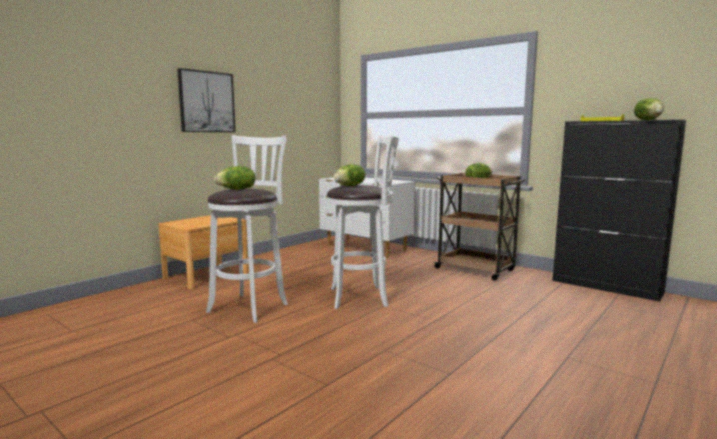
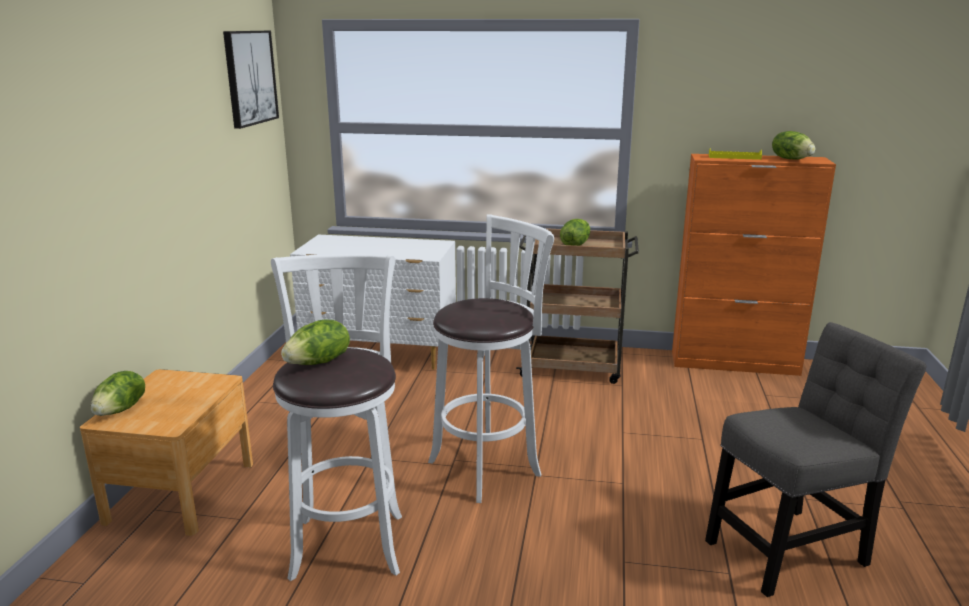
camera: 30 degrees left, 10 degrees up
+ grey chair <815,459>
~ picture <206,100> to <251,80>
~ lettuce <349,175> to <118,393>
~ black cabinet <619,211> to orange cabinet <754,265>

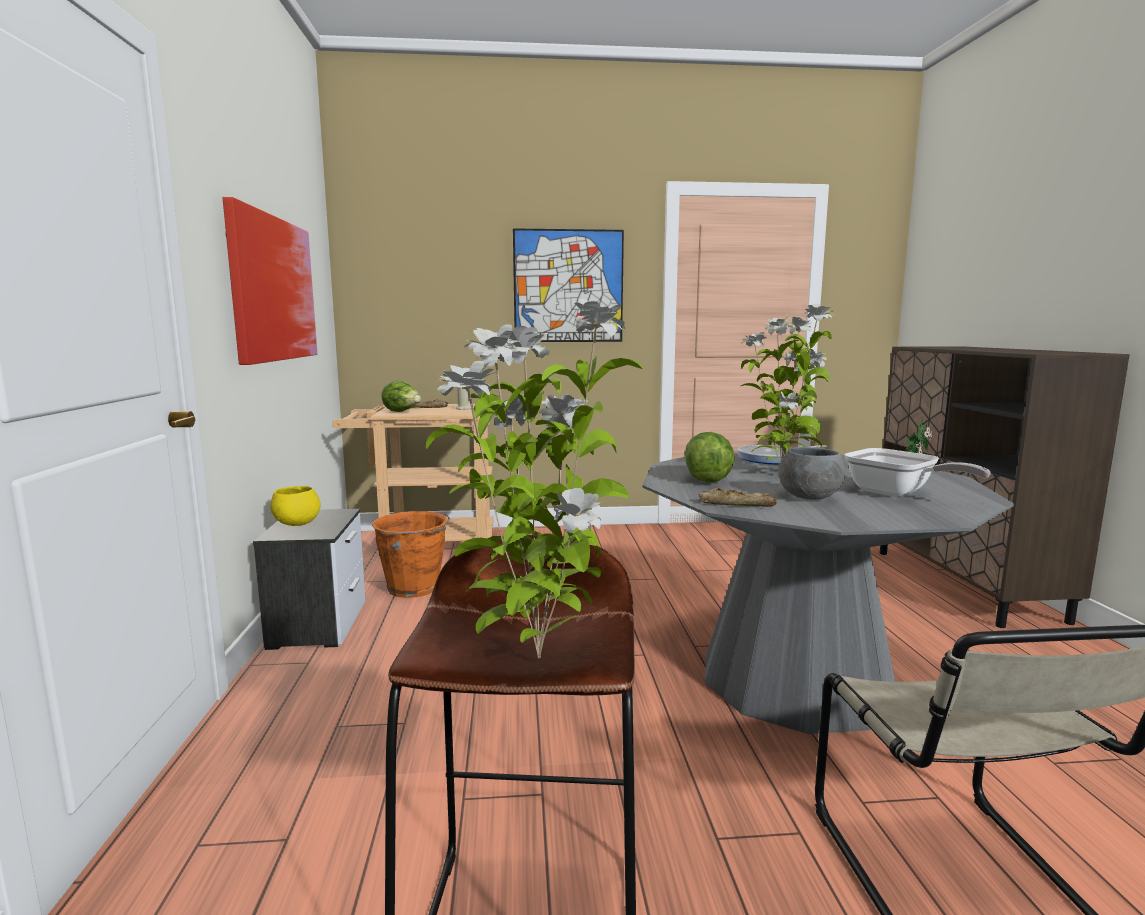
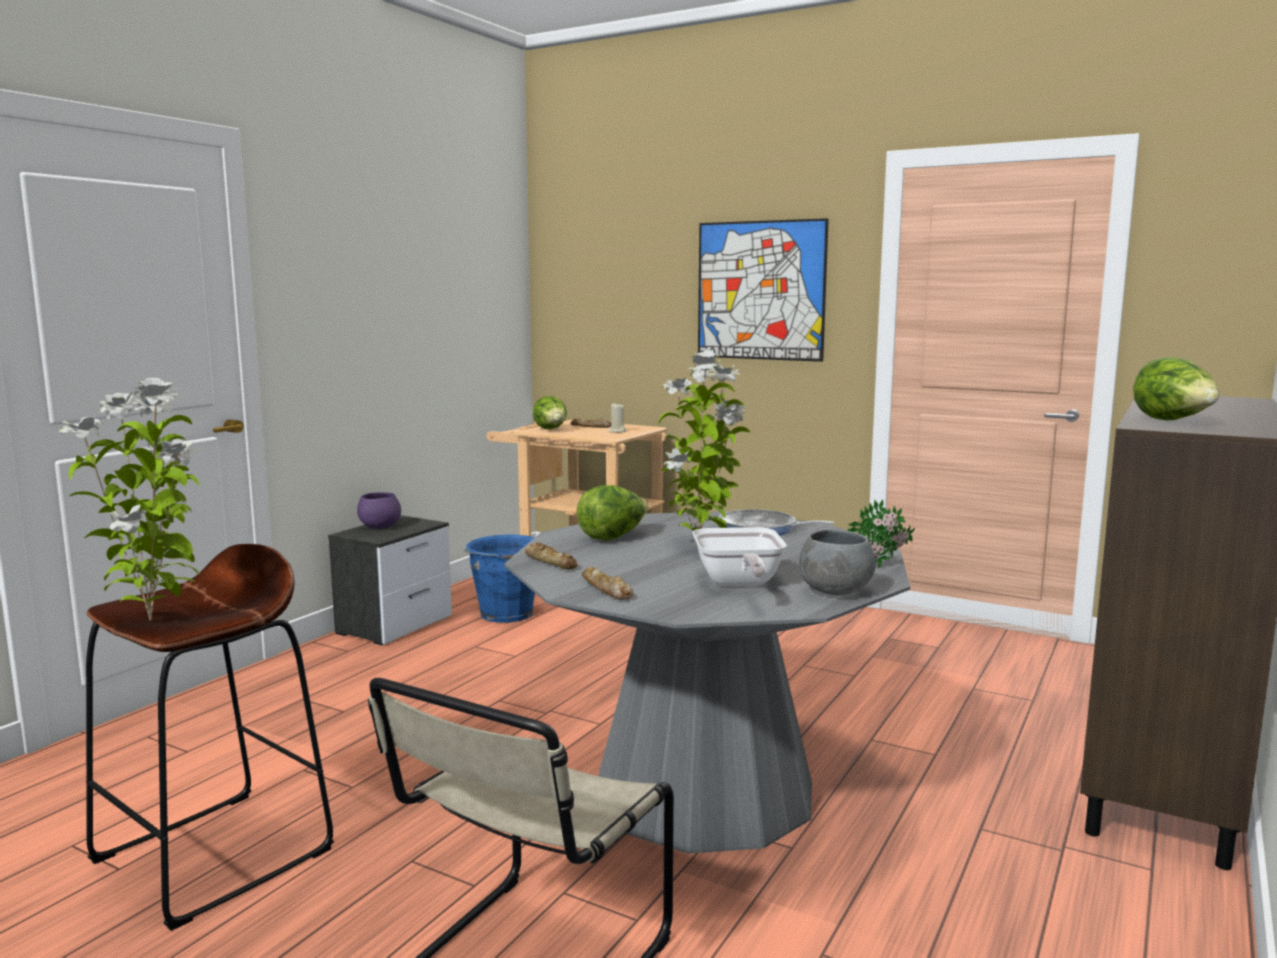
camera: 35 degrees right, 0 degrees up
- picture <269,281>
+ bread <607,583>
+ lettuce <1176,388>
~ grey bowl <812,473> to <837,562>
~ yellow bowl <295,506> to purple bowl <379,510>
~ orange bucket <411,554> to blue bucket <499,578>

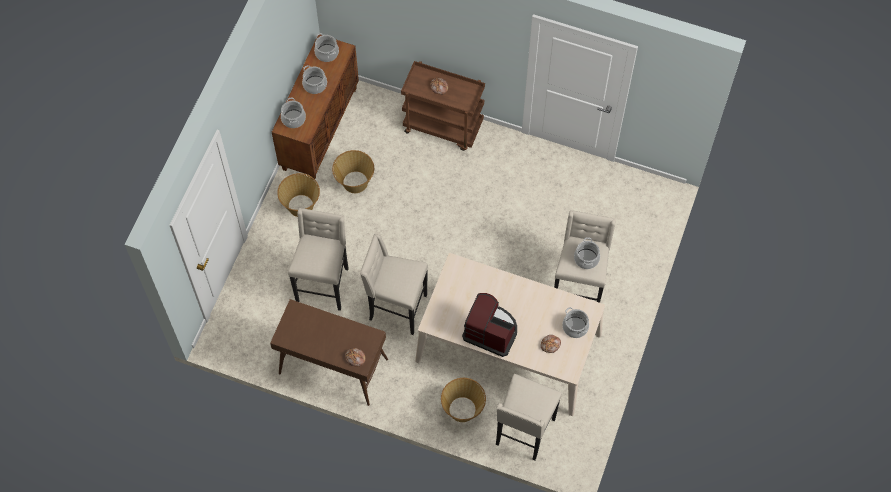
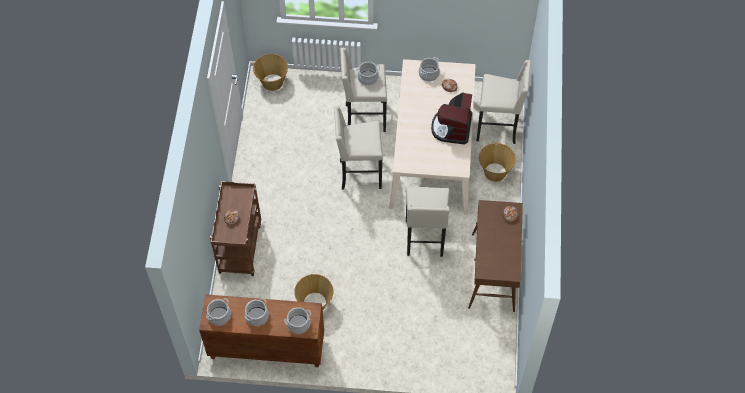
camera: 105 degrees left, 5 degrees down
~ basket <298,195> to <270,72>
~ beige stool <318,259> to <358,148>

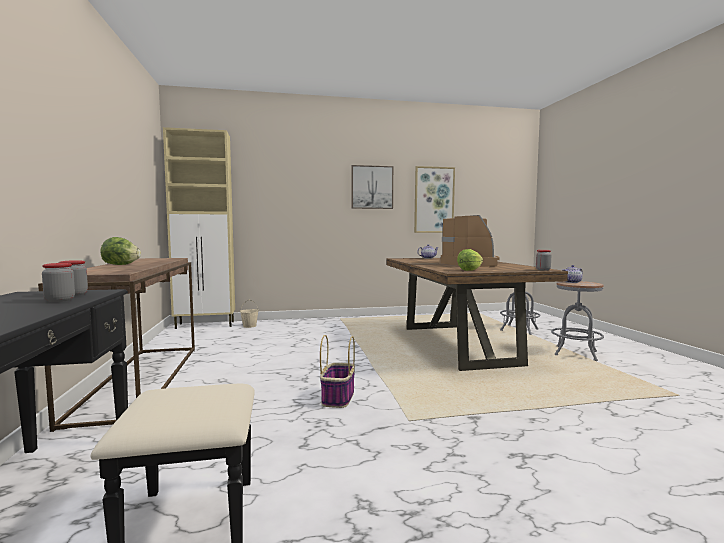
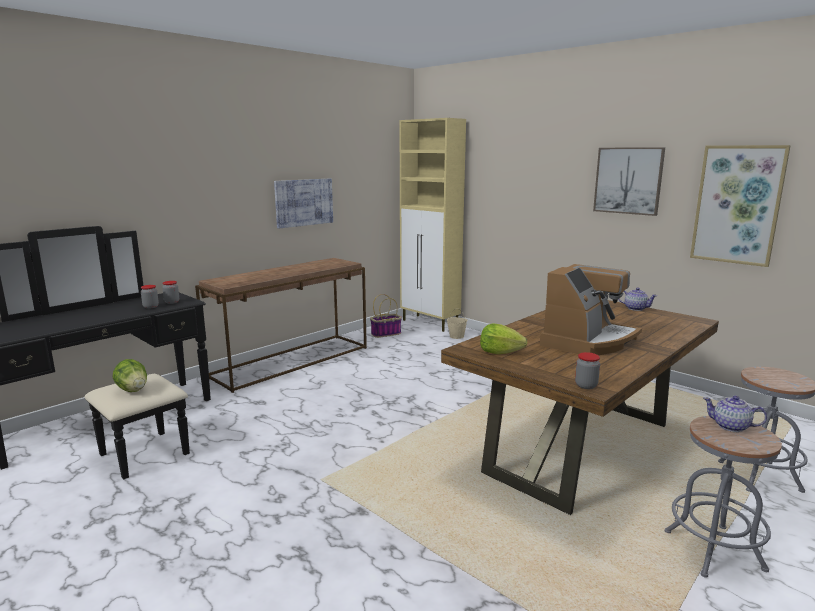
camera: 55 degrees right, 10 degrees up
+ picture <303,203>
~ lettuce <120,251> to <130,375>
~ basket <337,371> to <386,316>

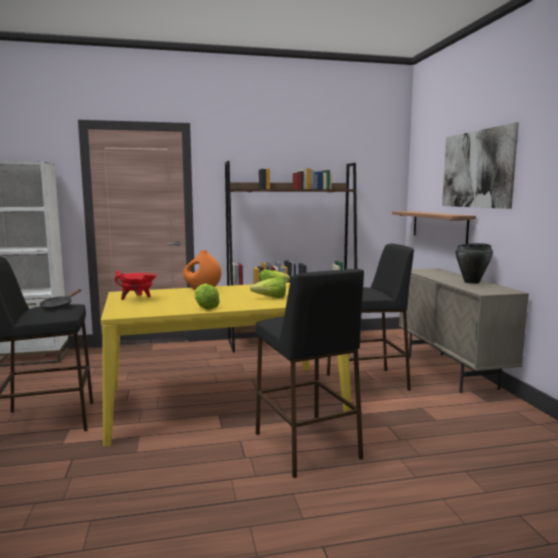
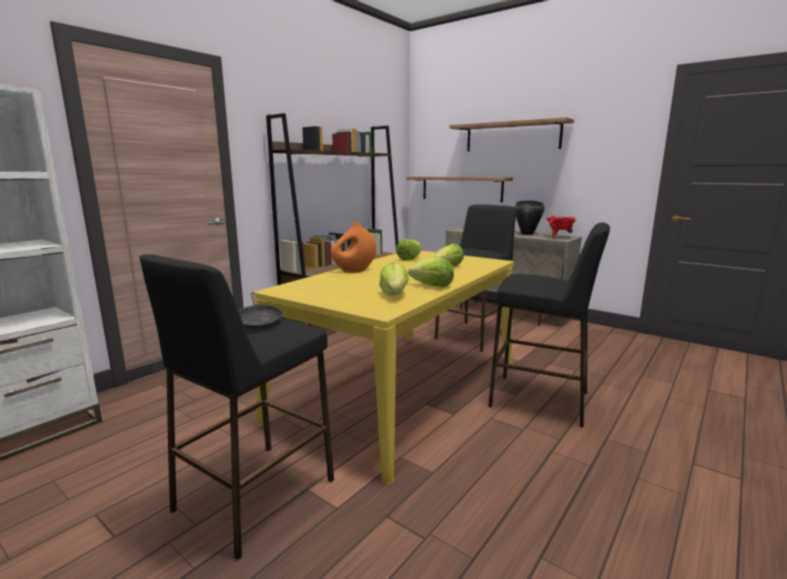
camera: 40 degrees left, 5 degrees up
+ lettuce <394,279>
~ red cooking pot <136,285> to <561,227>
~ picture <480,165> to shelf <512,134>

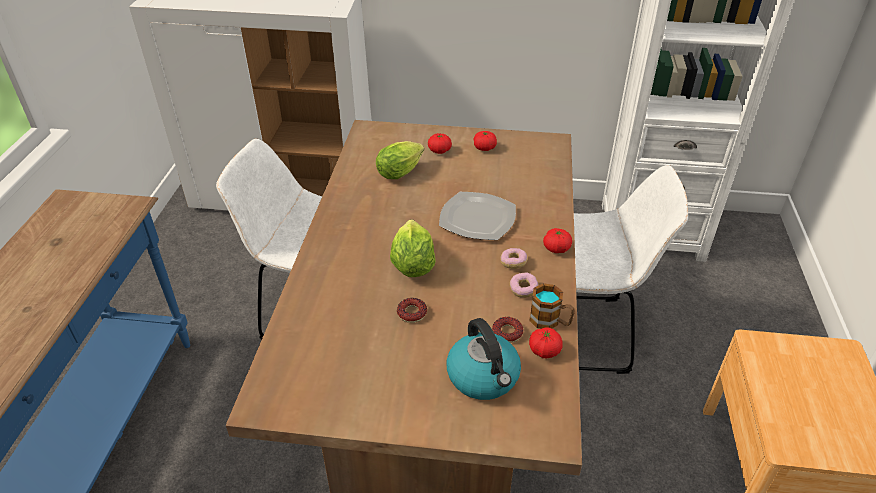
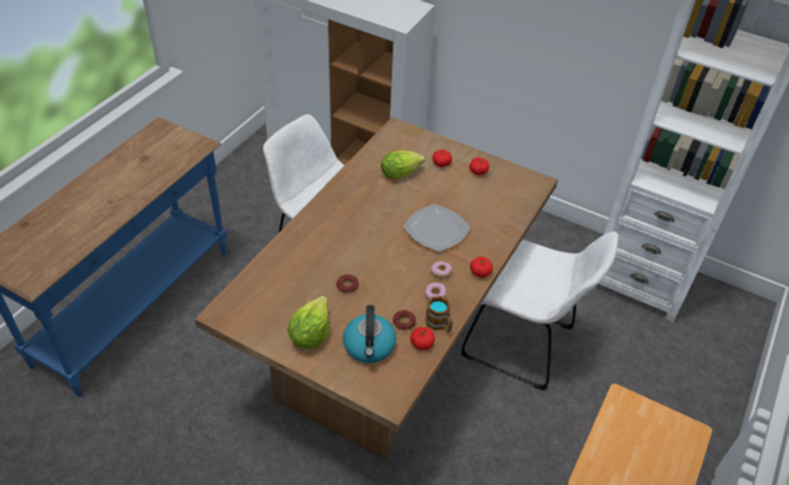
camera: 20 degrees right, 5 degrees up
~ lettuce <413,248> to <309,322>

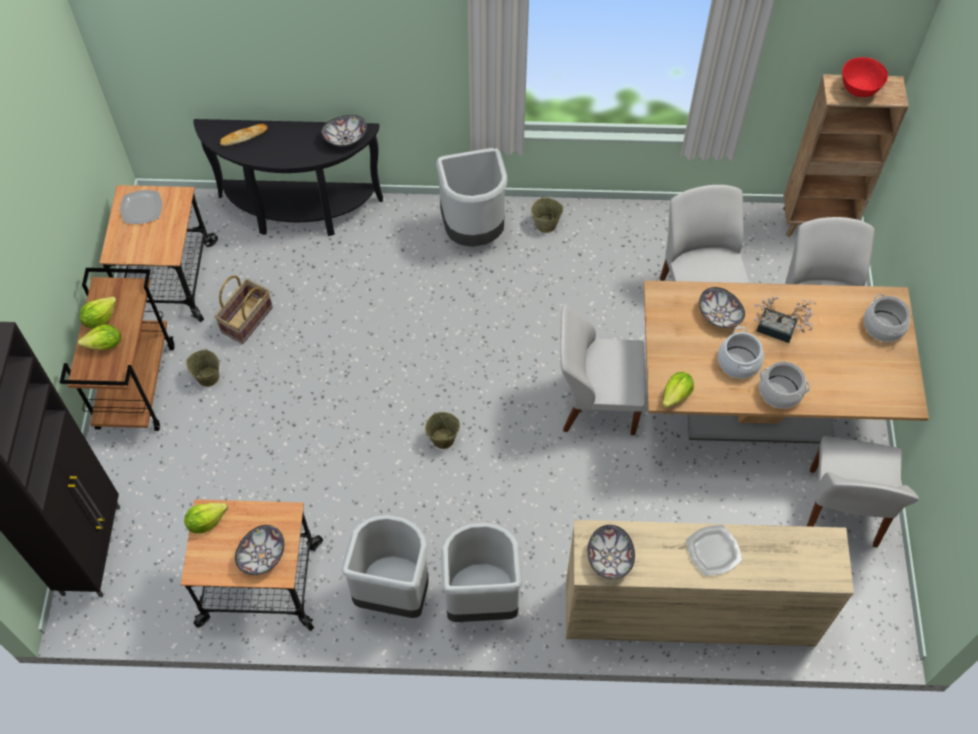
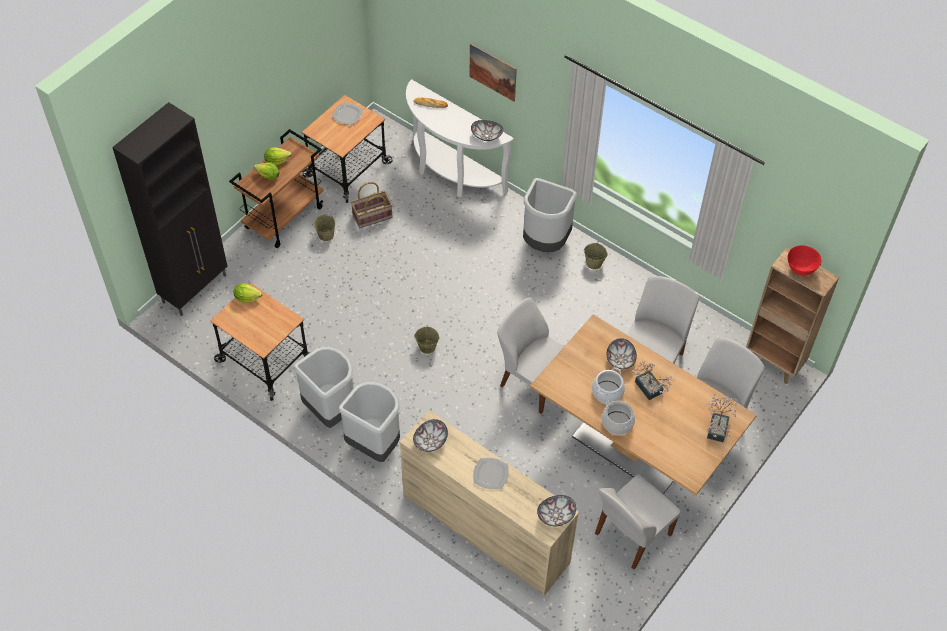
camera: 35 degrees right, 5 degrees down
- lettuce <678,390>
+ picture <493,72>
~ bowl <259,550> to <556,510>
~ cooking pot <887,318> to potted plant <722,418>
~ black console table <288,177> to white console table <460,138>

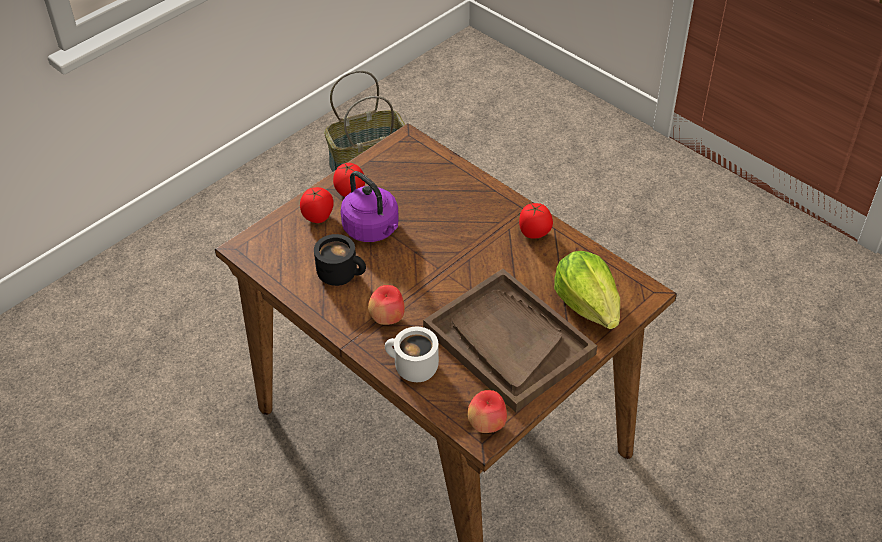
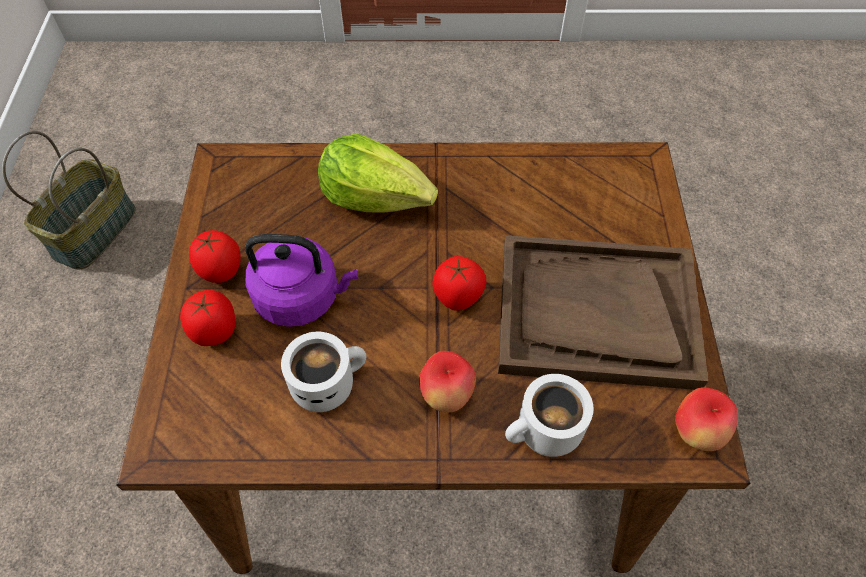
camera: 45 degrees left, 10 degrees up
~ tomato <536,221> to <459,283>
~ lettuce <587,290> to <378,173>
~ black mug <340,260> to white mug <323,372>

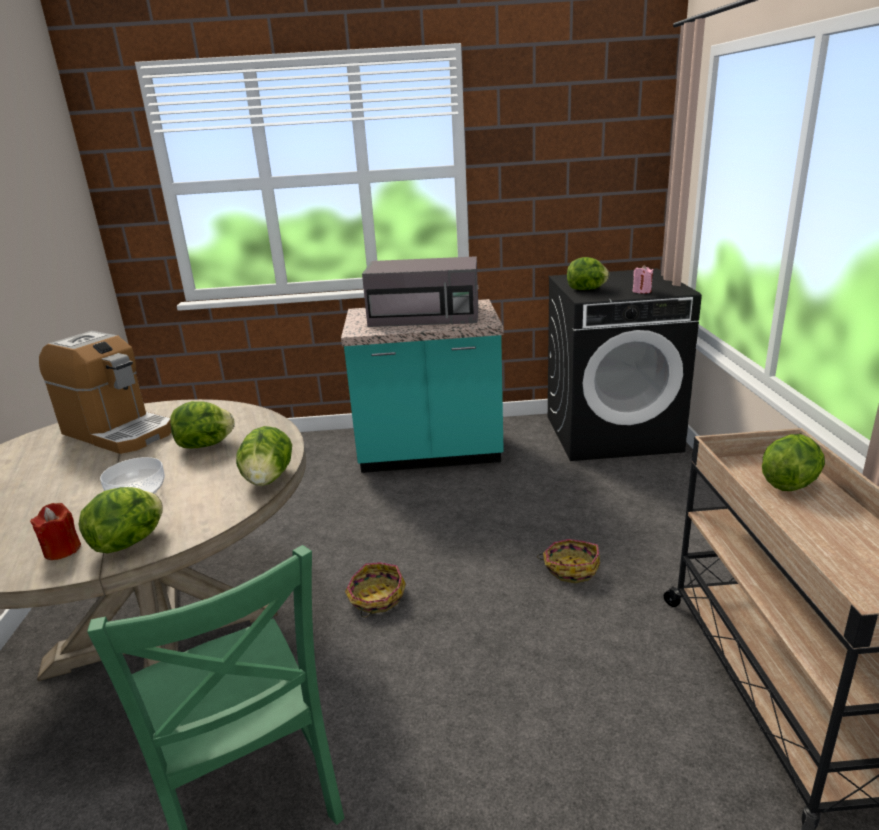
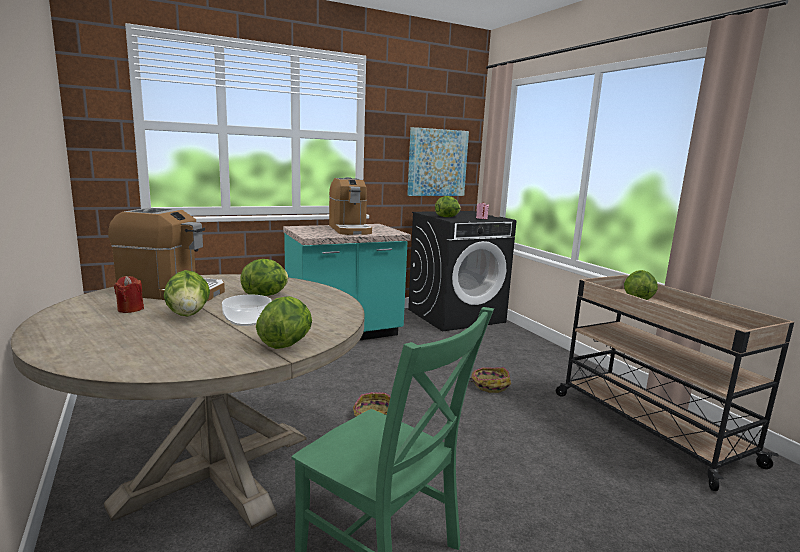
camera: 25 degrees left, 10 degrees down
+ picture <438,161>
~ red candle <55,531> to <129,294>
~ lettuce <264,456> to <187,293>
~ grey microwave <420,291> to coffee machine <350,206>

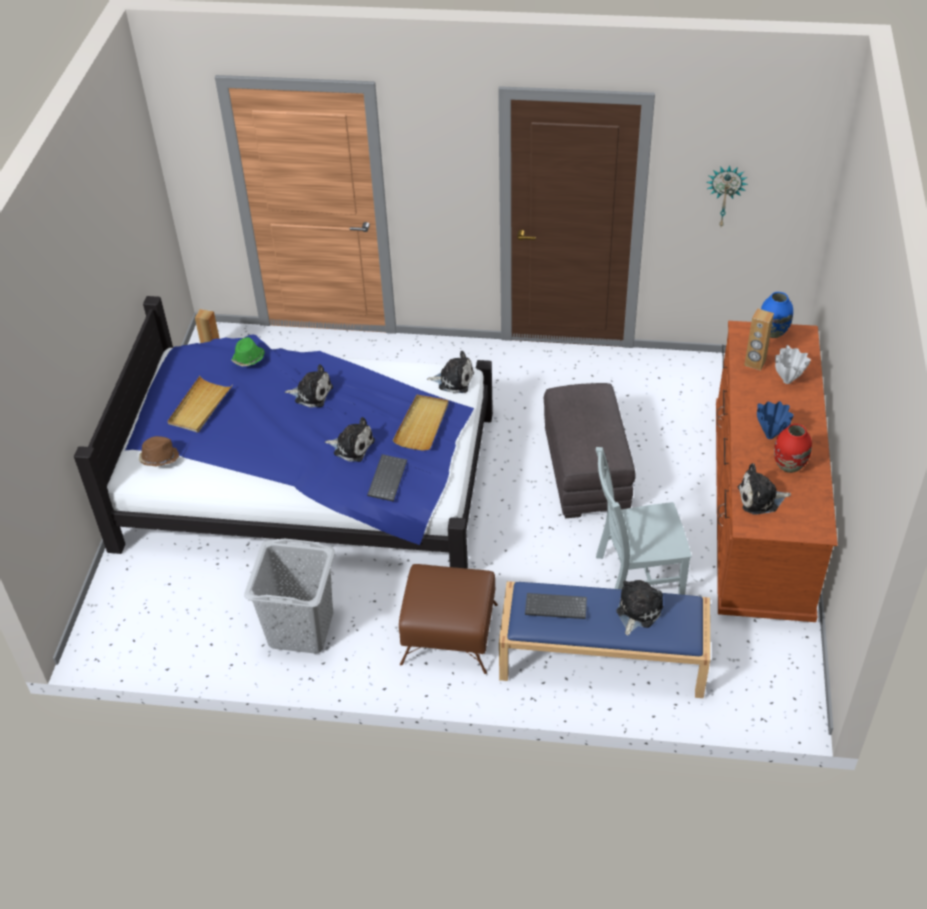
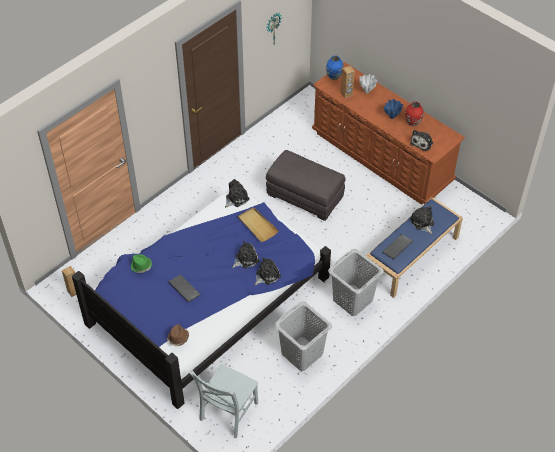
camera: 55 degrees left, 5 degrees up
- beige tray <200,404>
~ plush toy <309,386> to <267,271>
~ keyboard <387,478> to <184,288>
~ grey chair <644,521> to <224,401>
~ brown ottoman <448,619> to grey laundry basket <356,282>

